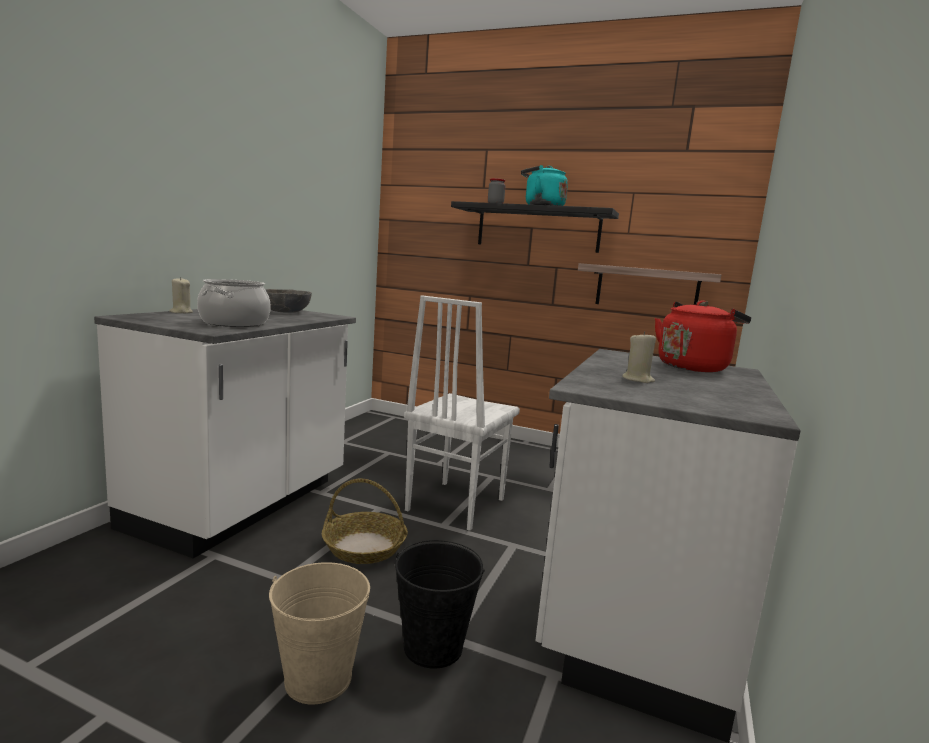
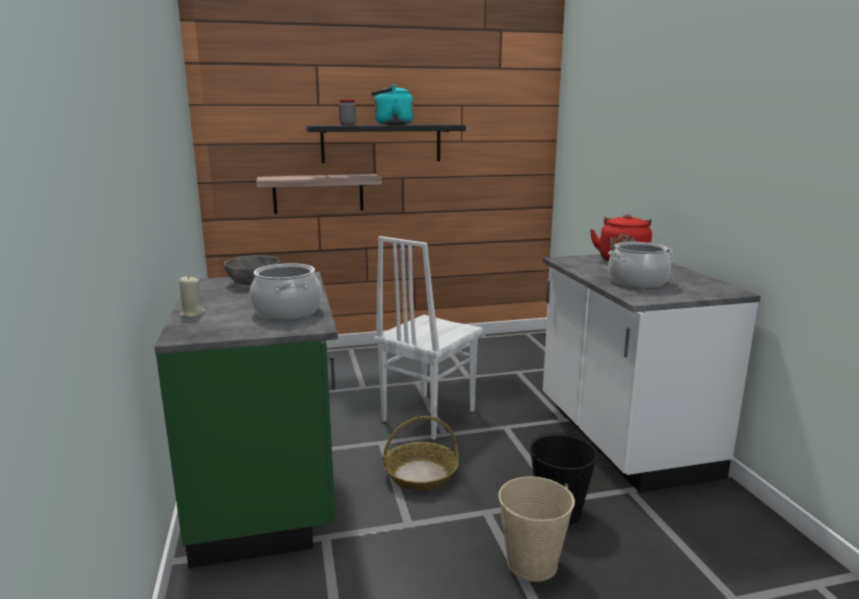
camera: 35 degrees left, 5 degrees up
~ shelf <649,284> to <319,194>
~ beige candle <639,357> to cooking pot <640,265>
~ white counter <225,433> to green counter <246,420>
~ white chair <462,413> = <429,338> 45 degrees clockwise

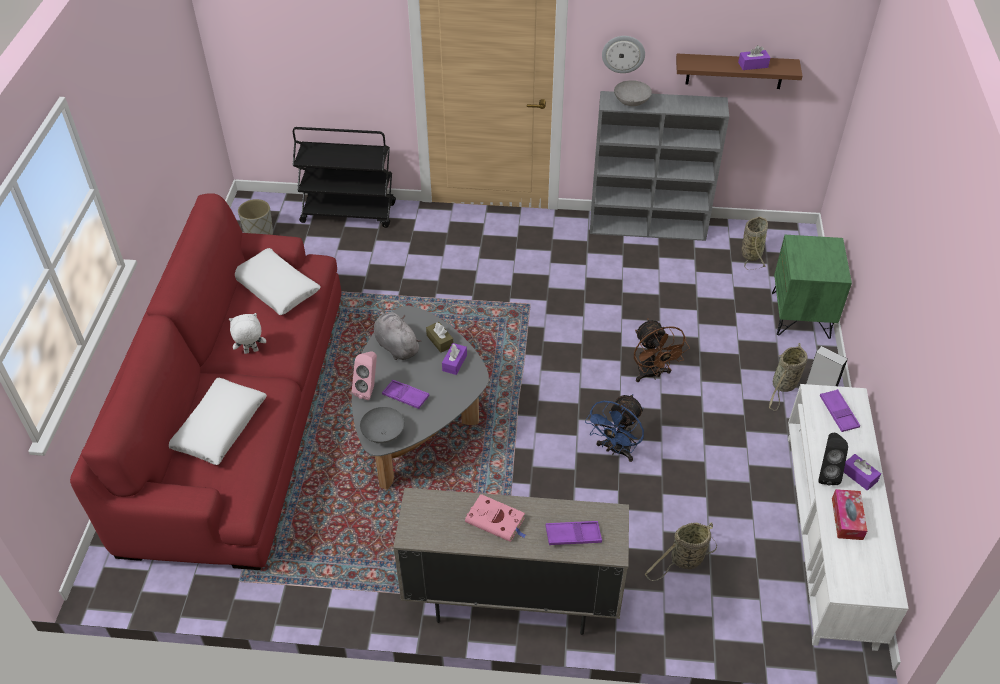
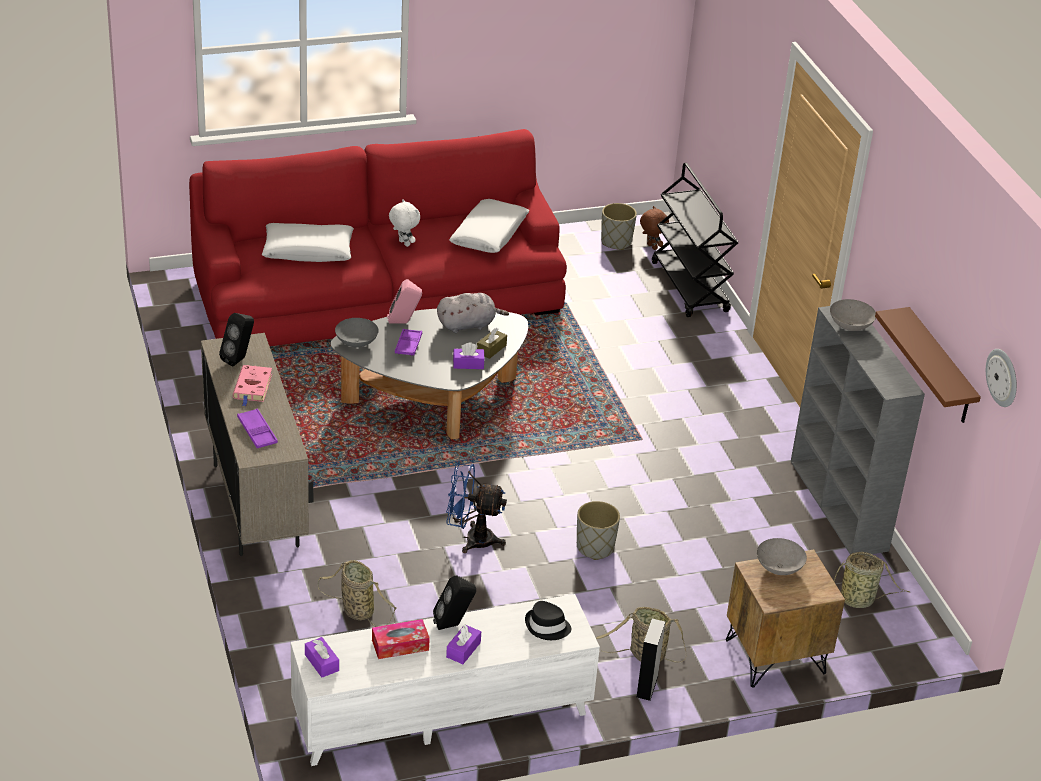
camera: 65 degrees right, 10 degrees down
+ black speaker <236,340>
+ brown plush toy <654,228>
+ grey bowl <782,556>
~ wall clock <623,54> to <1001,378>
~ purple tissue box <754,57> to <322,657>
~ brown fan <662,350> to grey planter <598,530>
~ purple tray <840,410> to black hat <548,620>
~ green nightstand <812,287> to brown nightstand <785,618>
~ grey plush toy <397,335> = <473,313> 45 degrees clockwise

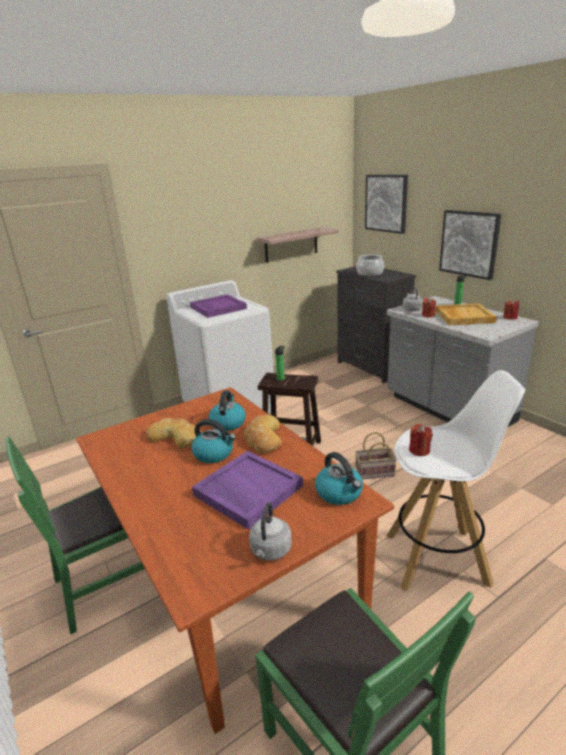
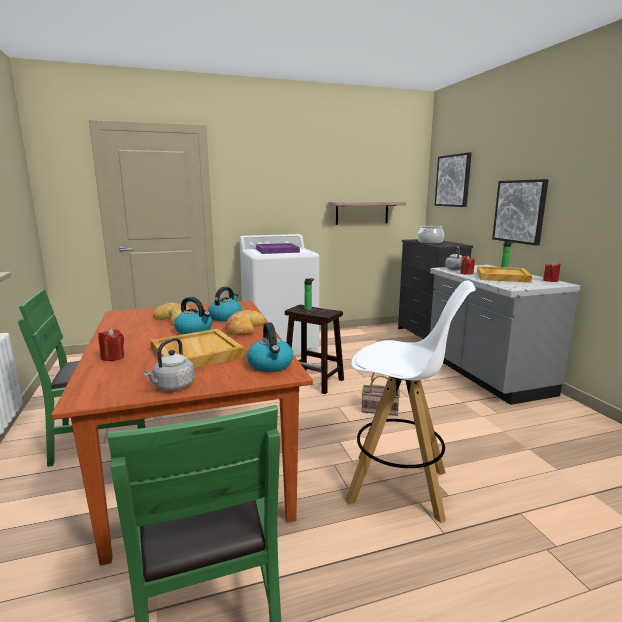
camera: 15 degrees right, 10 degrees down
~ red candle <421,440> to <111,344>
~ purple tray <247,490> to beige tray <197,348>

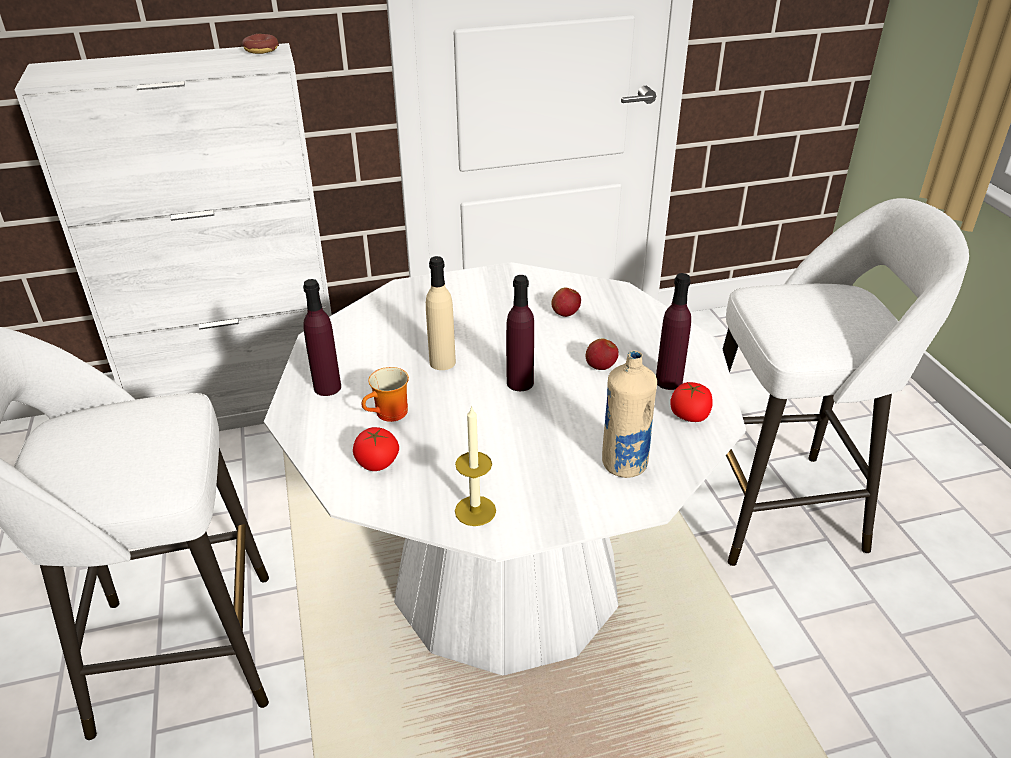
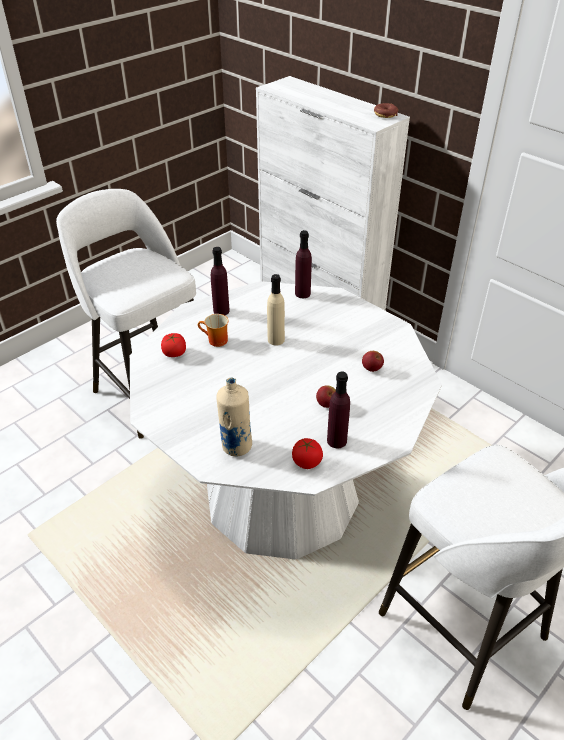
camera: 60 degrees right, 5 degrees up
- candle <475,466>
~ purple bottle <520,333> to <303,264>

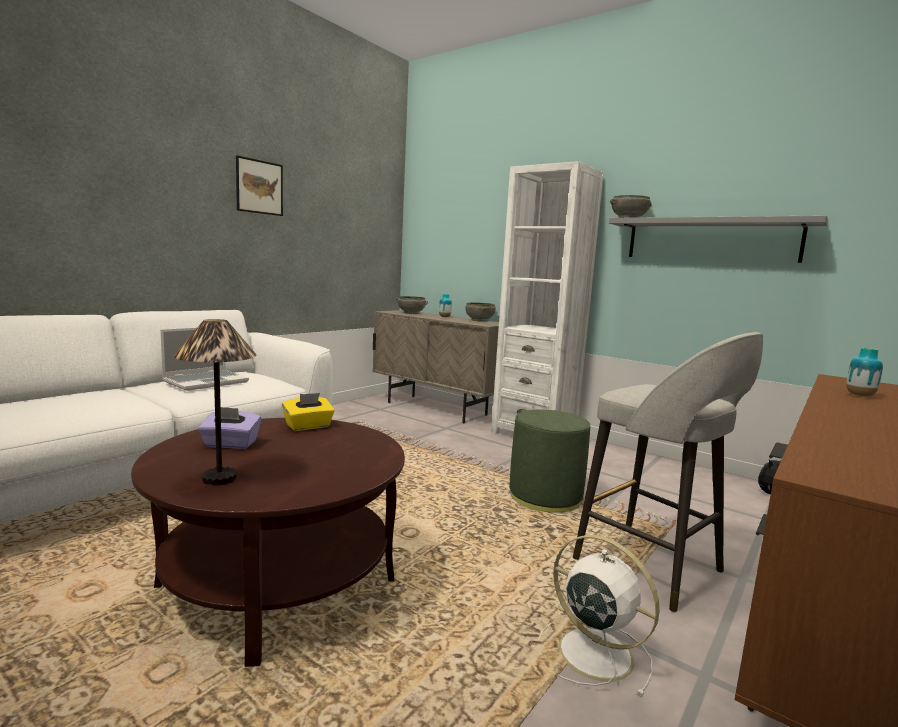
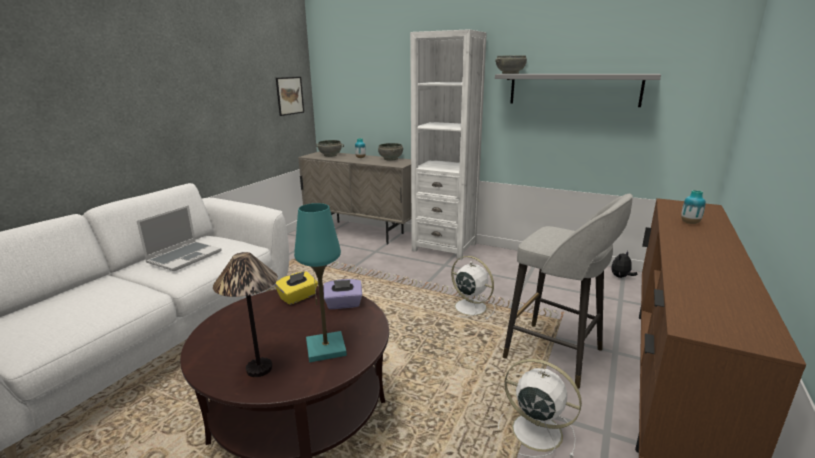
camera: 10 degrees left, 10 degrees up
+ turquoise table lamp <320,282>
~ purple tissue box <229,428> to <342,294>
~ picture <259,185> to <290,96>
~ green ottoman <549,461> to white fan <470,288>

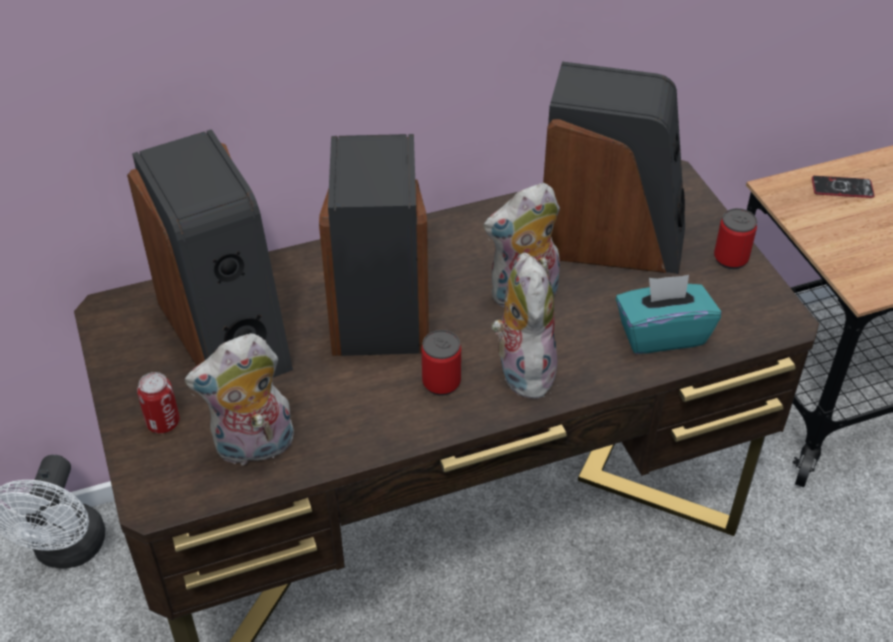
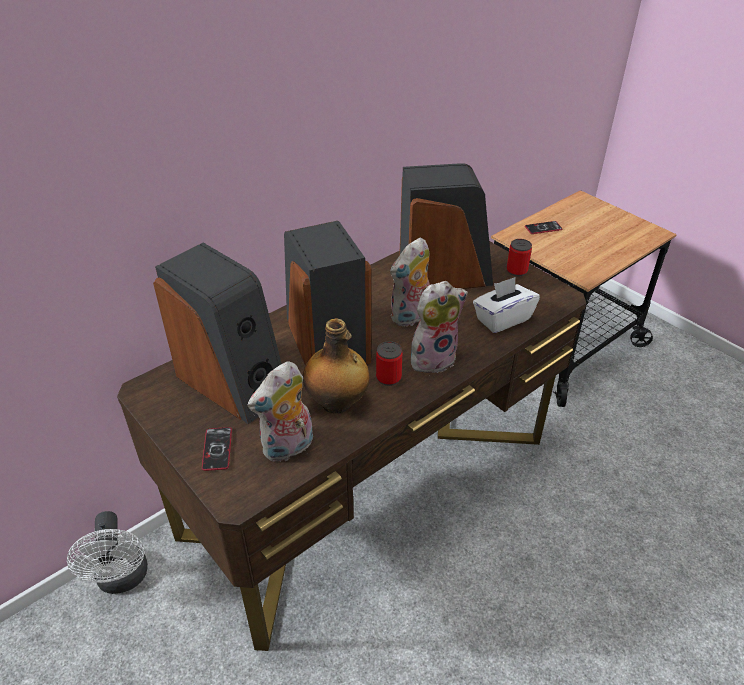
camera: 20 degrees left, 5 degrees down
+ bottle <336,366>
~ can <158,402> to phone <217,449>
~ turquoise tissue box <668,314> to white tissue box <506,305>
~ plush toy <525,326> = <439,327> 90 degrees clockwise

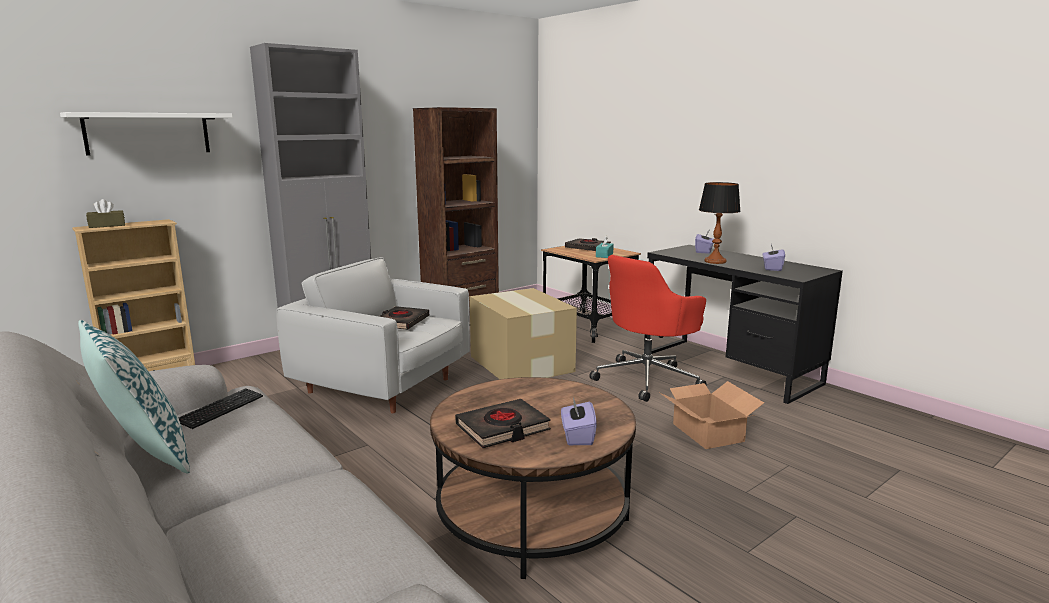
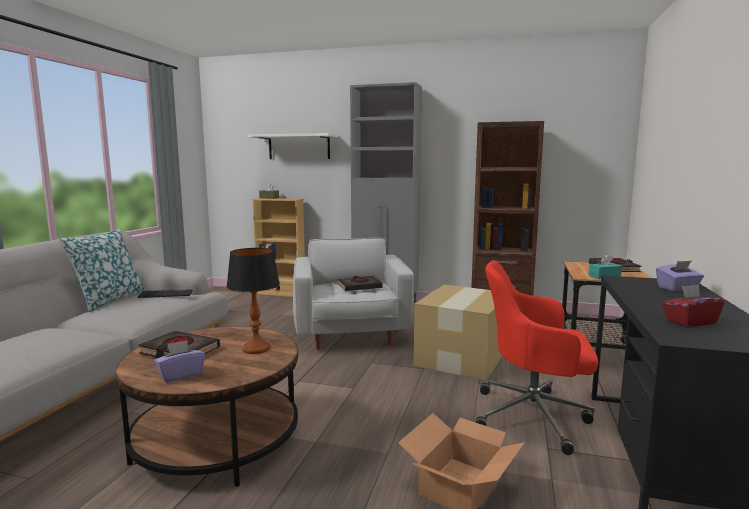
camera: 55 degrees right, 5 degrees down
~ table lamp <720,223> to <253,301>
~ purple tissue box <773,257> to red tissue box <693,305>

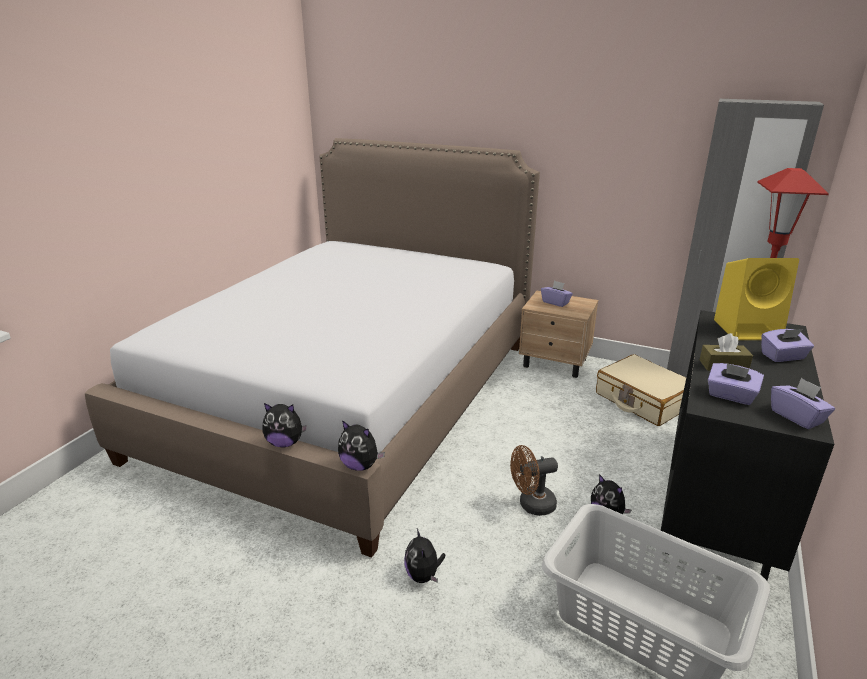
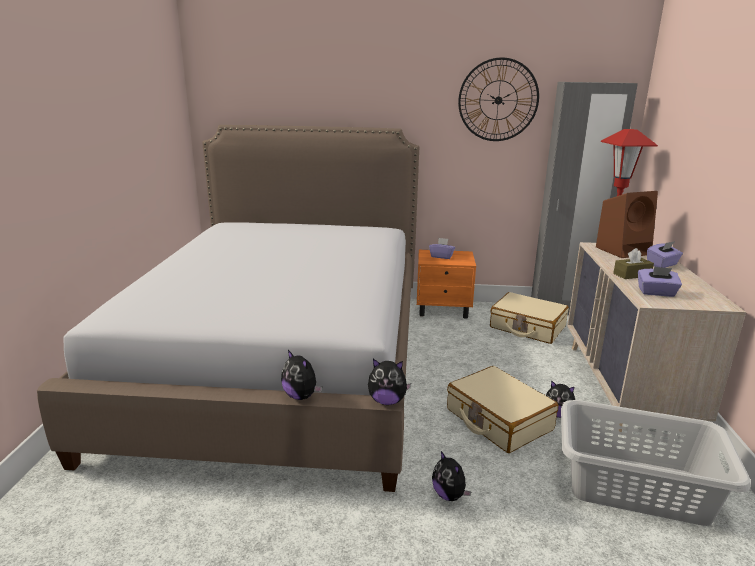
camera: 20 degrees left, 5 degrees down
- purple tissue box <803,403>
+ wall clock <498,99>
~ brown fan <534,480> to beige suitcase <502,409>
~ beige nightstand <558,334> to orange nightstand <446,284>
~ black dresser <747,445> to beige dresser <656,337>
~ yellow speaker <756,299> to brown speaker <627,224>
~ plush toy <284,425> = <301,375> 60 degrees clockwise

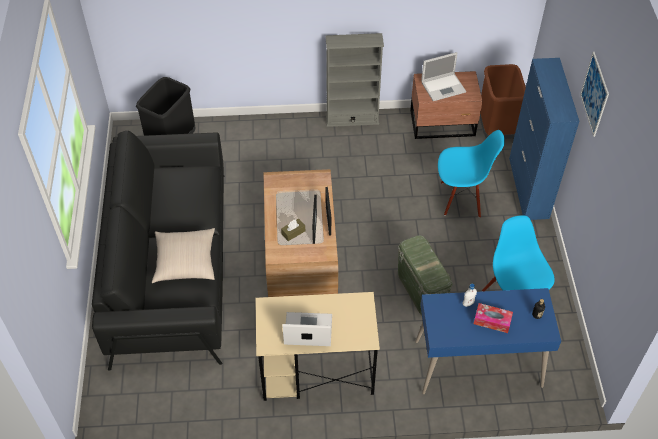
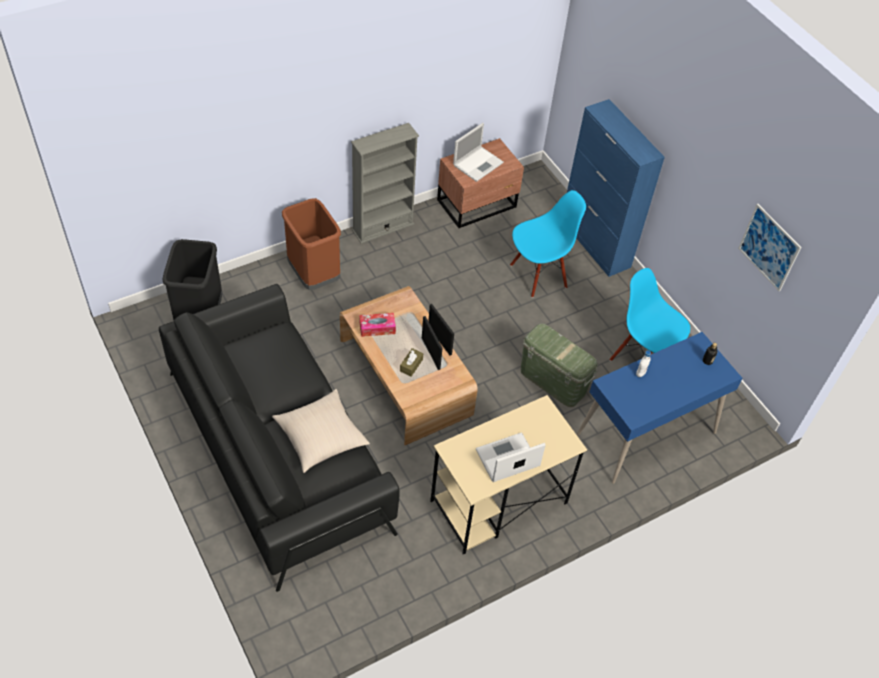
camera: 30 degrees left, 0 degrees up
~ tissue box <493,318> to <378,325>
~ brown trash can <503,101> to <311,244>
~ picture <594,94> to <769,247>

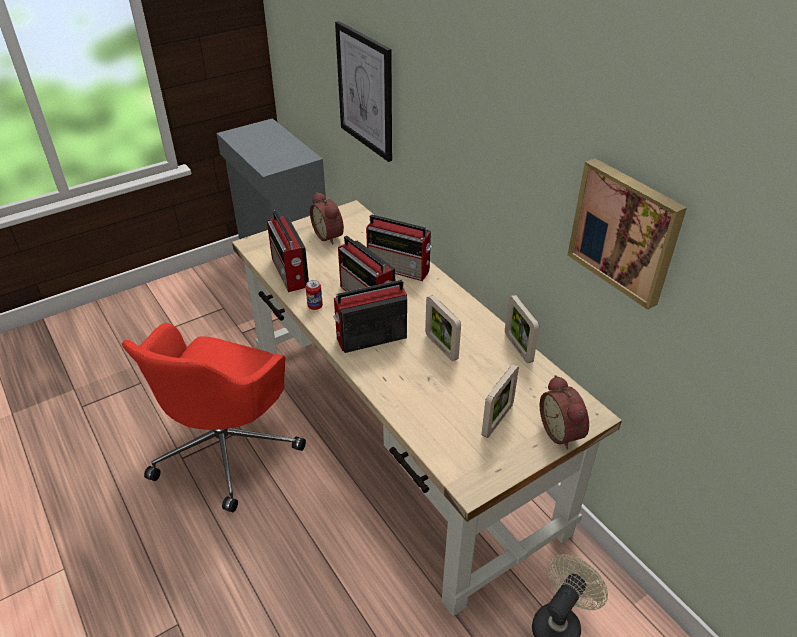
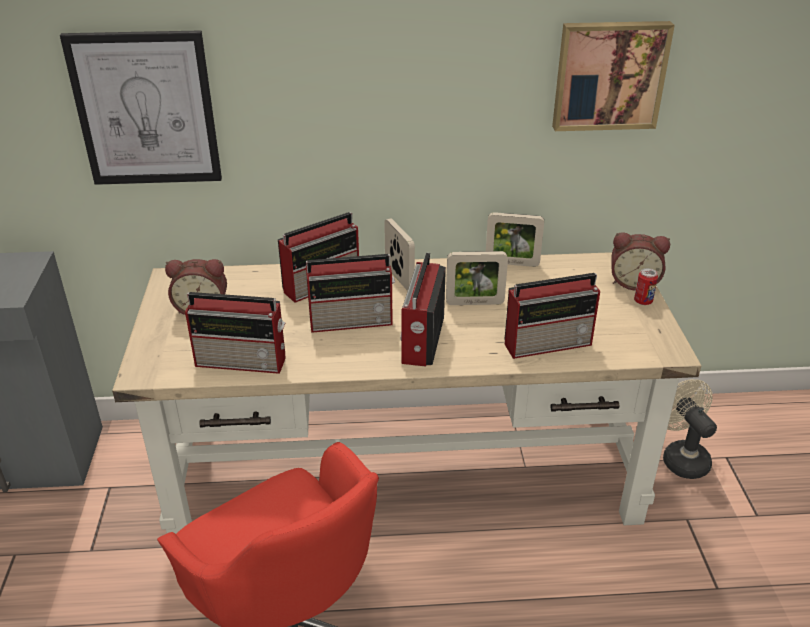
camera: 60 degrees left, 5 degrees down
+ radio <552,316>
~ can <314,295> to <646,286>
~ picture frame <500,401> to <399,254>

